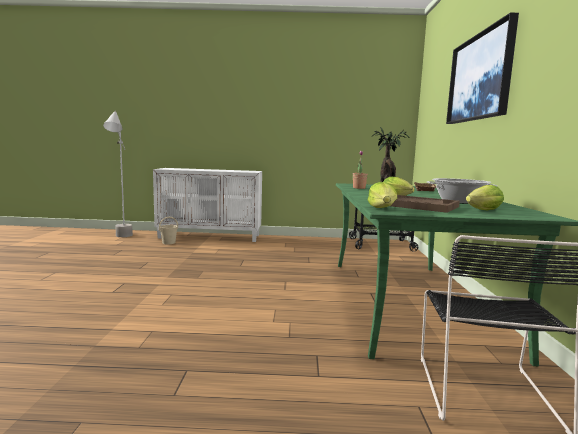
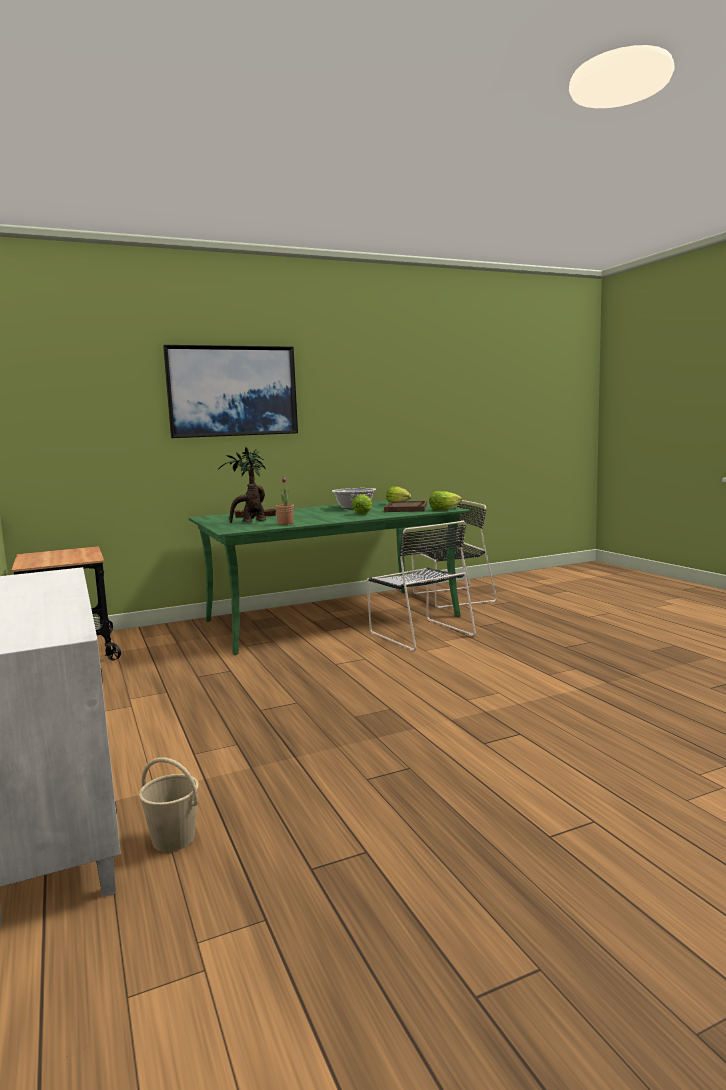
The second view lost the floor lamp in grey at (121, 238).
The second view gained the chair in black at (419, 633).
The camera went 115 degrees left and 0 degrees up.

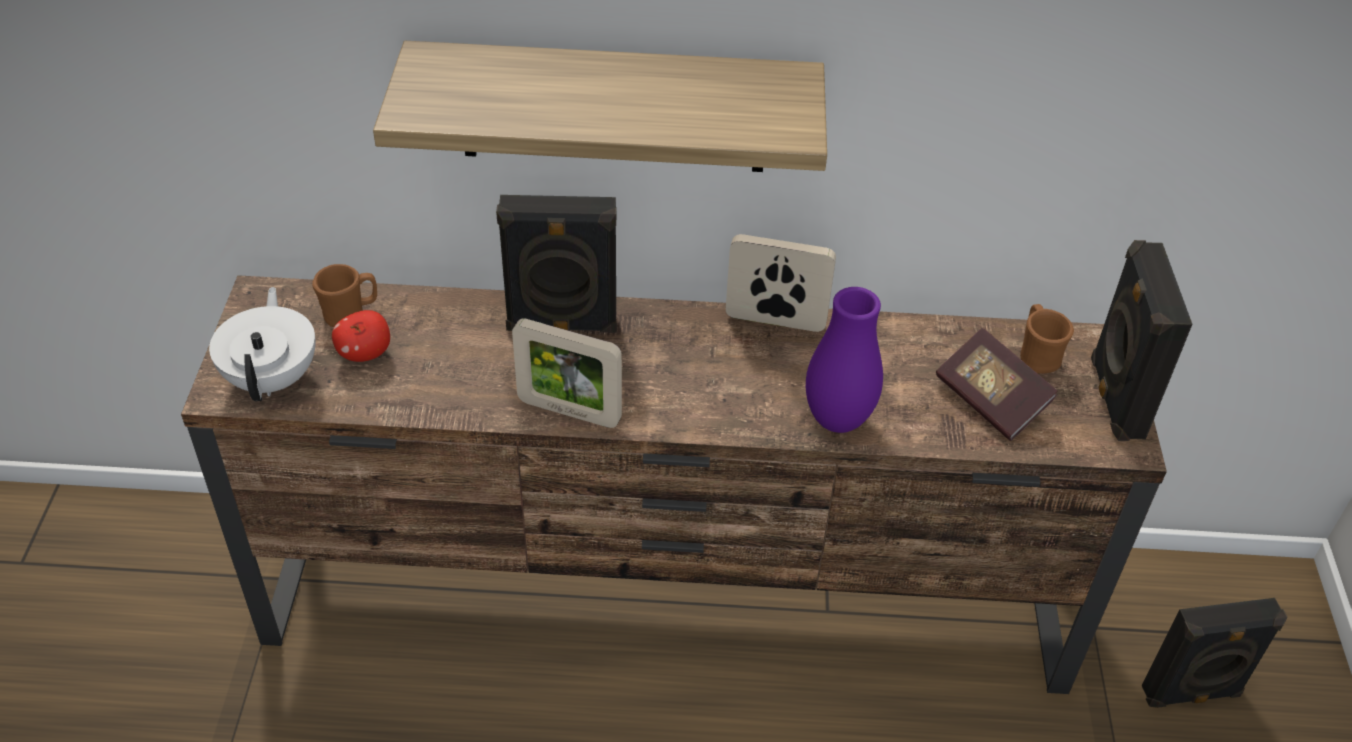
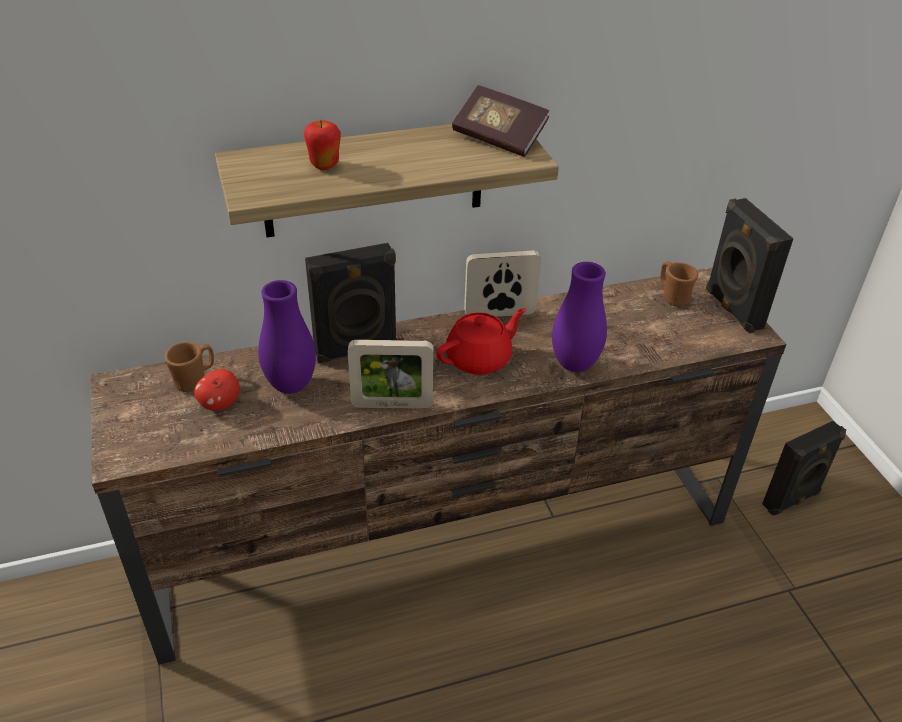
The second view lost the teapot in white at (273, 377).
The book ended up elsewhere, having gone from (991, 399) to (499, 138).
The second view gained the vase in purple at (291, 385).
The second view gained the apple at (324, 165).
The second view gained the teapot in red at (479, 359).
The camera went 20 degrees left and 5 degrees down.

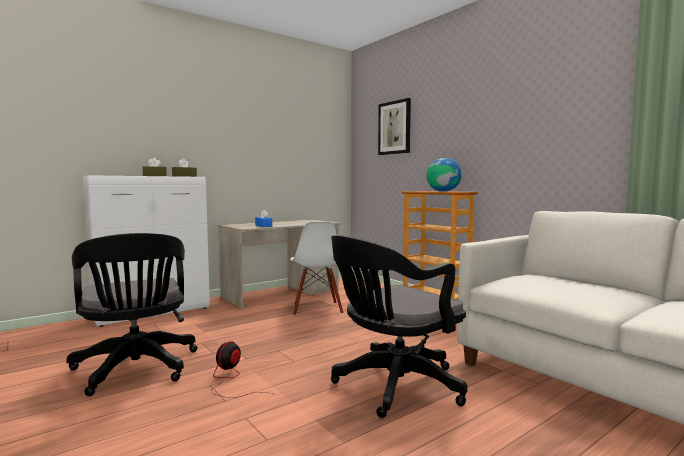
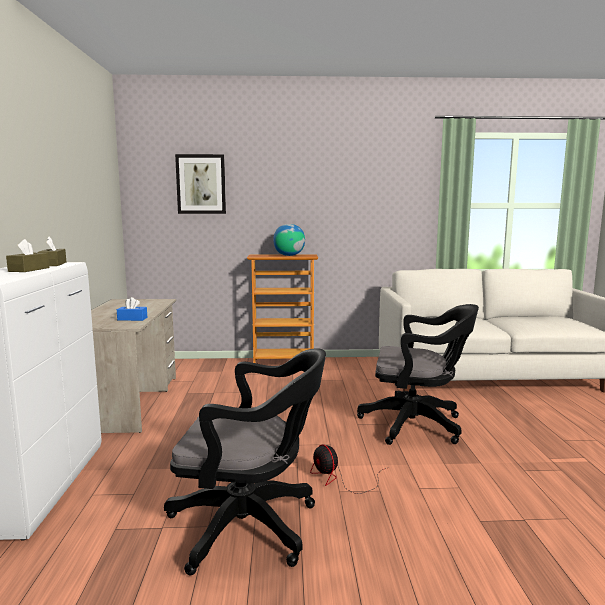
The second view lost the chair in white at (317, 309).
The office chair in black at (393, 387) ended up facing another way, 75 degrees counterclockwise from before.
The camera went 55 degrees left and 5 degrees up.

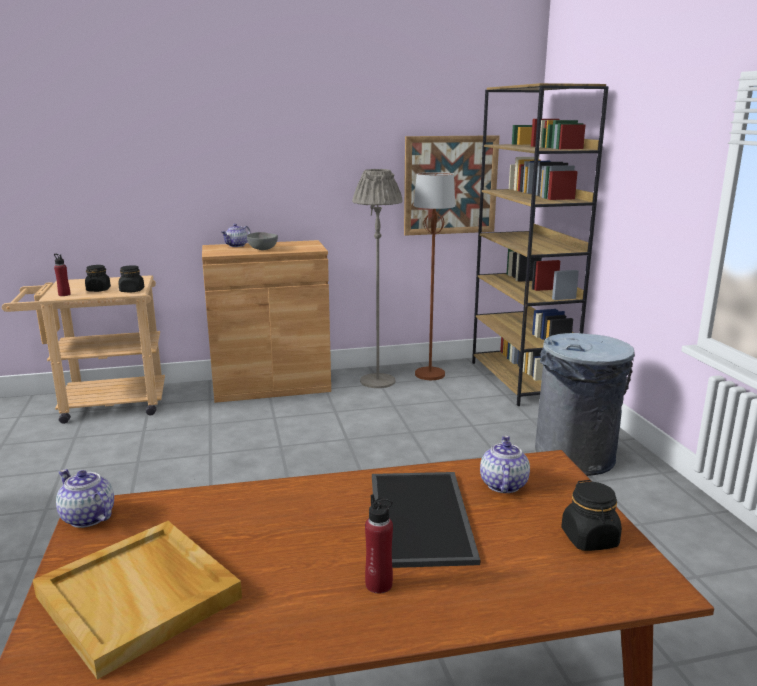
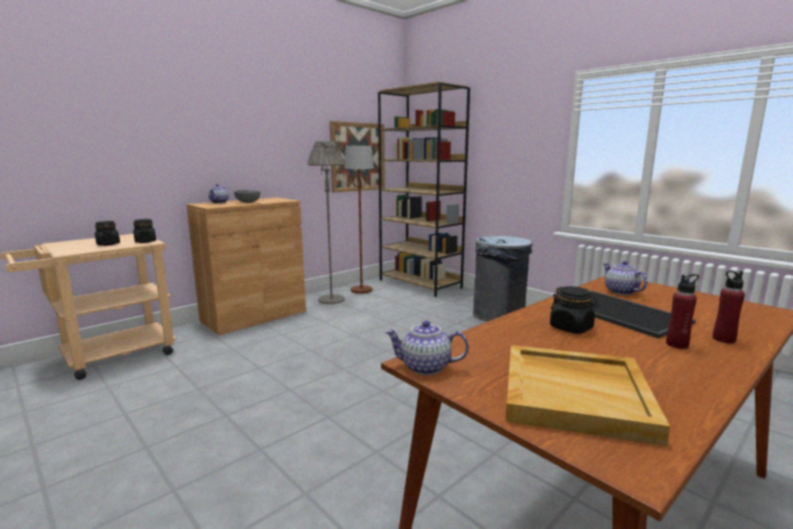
The bottle in red ended up elsewhere, having gone from (64, 294) to (723, 339).
The jar in black ended up elsewhere, having gone from (589, 539) to (571, 328).
The camera went 30 degrees left and 5 degrees down.

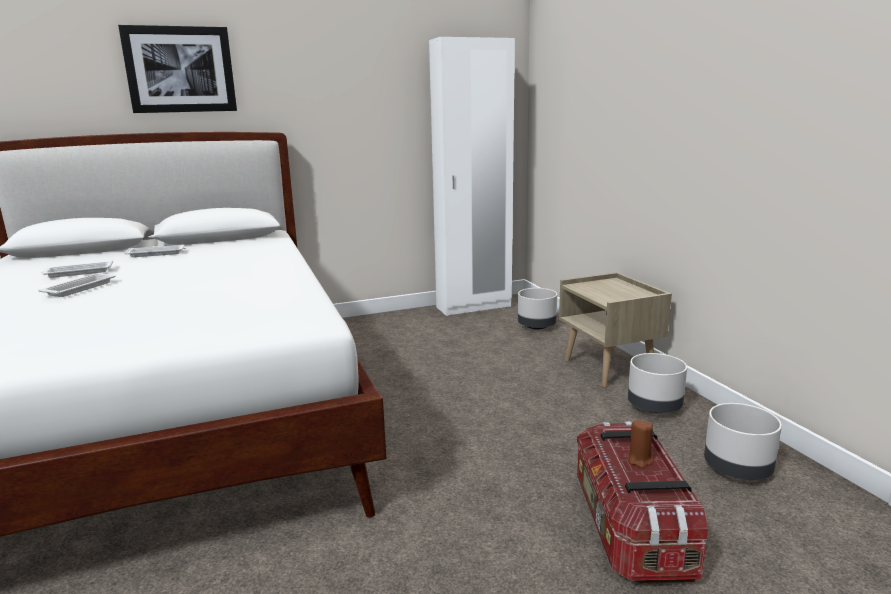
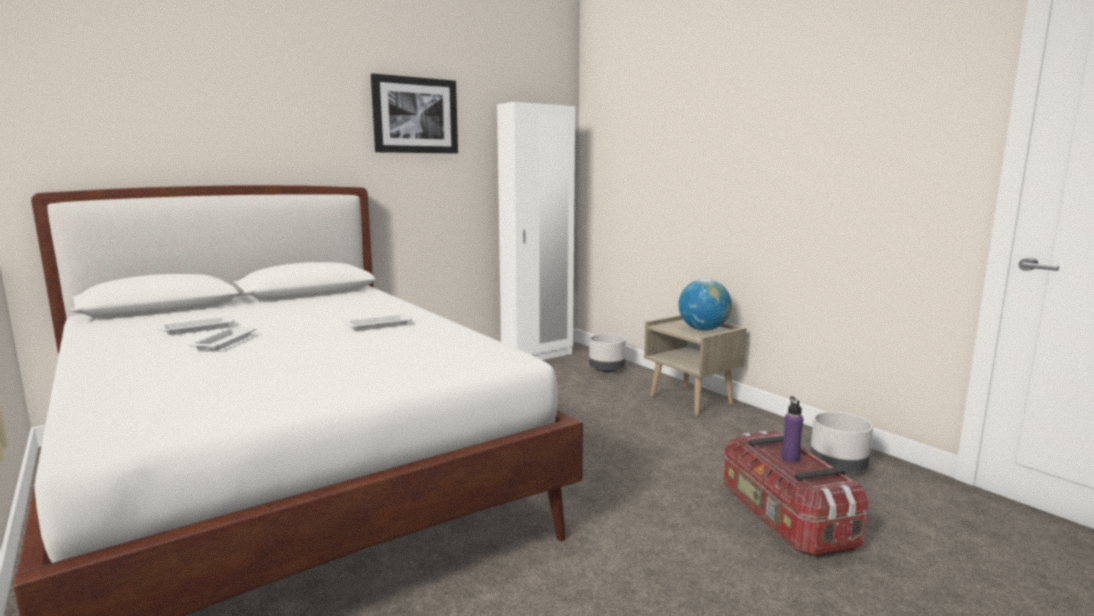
The picture ended up elsewhere, having gone from (180, 70) to (415, 115).
The tray in white ended up elsewhere, having gone from (157, 254) to (380, 325).
Where the candle in brown stood at (639, 460), the bottle in purple came to stand at (790, 458).
The second view lost the planter in grey at (654, 407).
The second view gained the globe at (703, 329).
The camera went 15 degrees left and 5 degrees down.

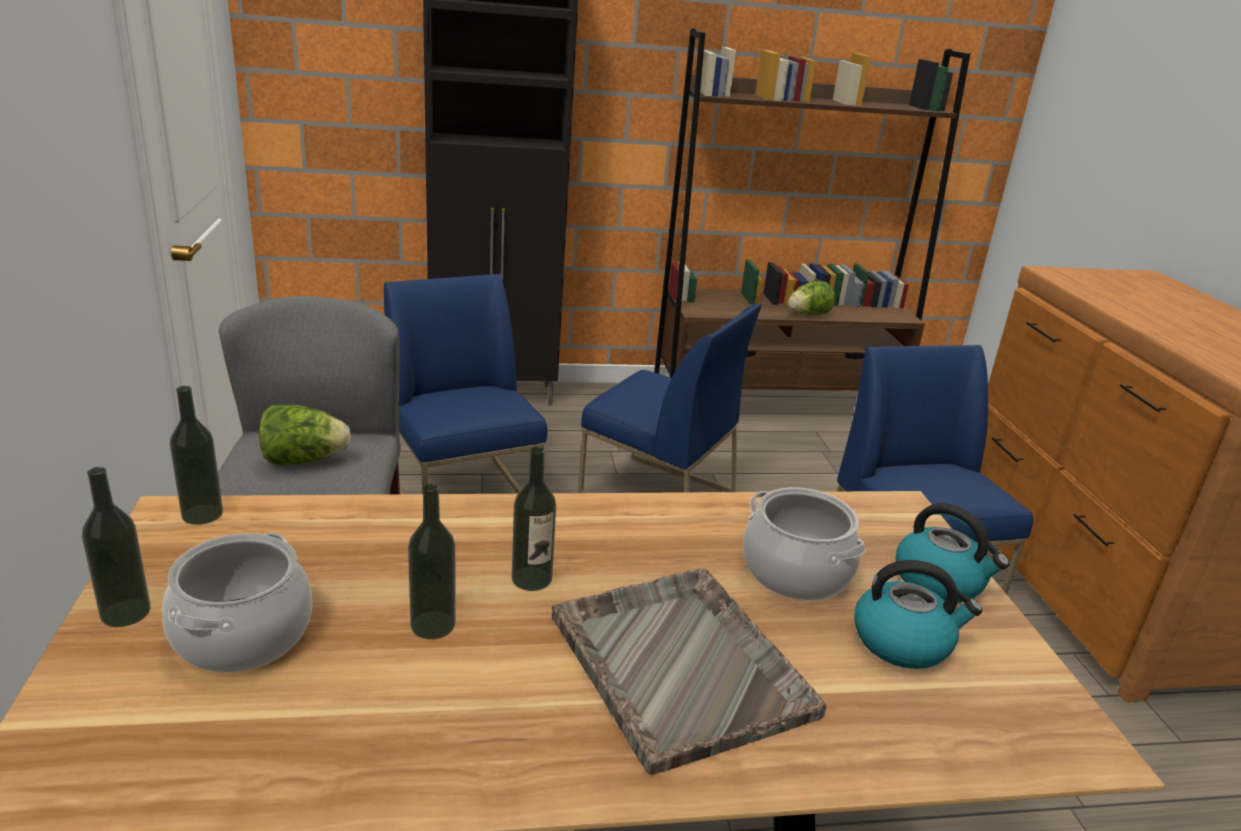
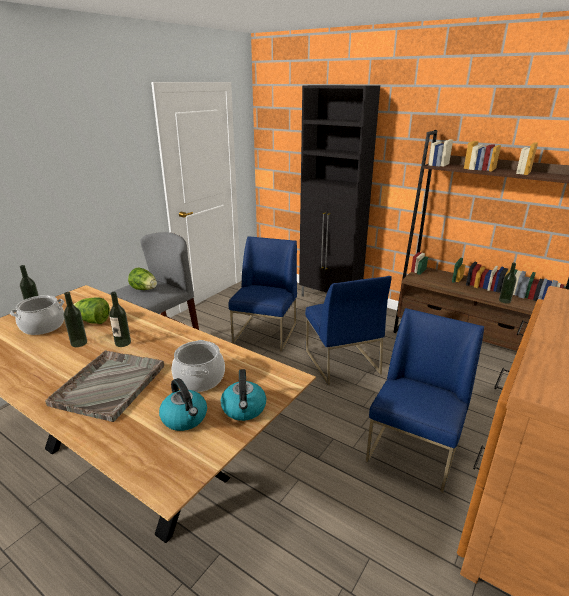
The bottle ended up elsewhere, having gone from (202, 514) to (504, 301).
The lettuce ended up elsewhere, having gone from (808, 315) to (92, 321).
The camera went 45 degrees right and 0 degrees up.

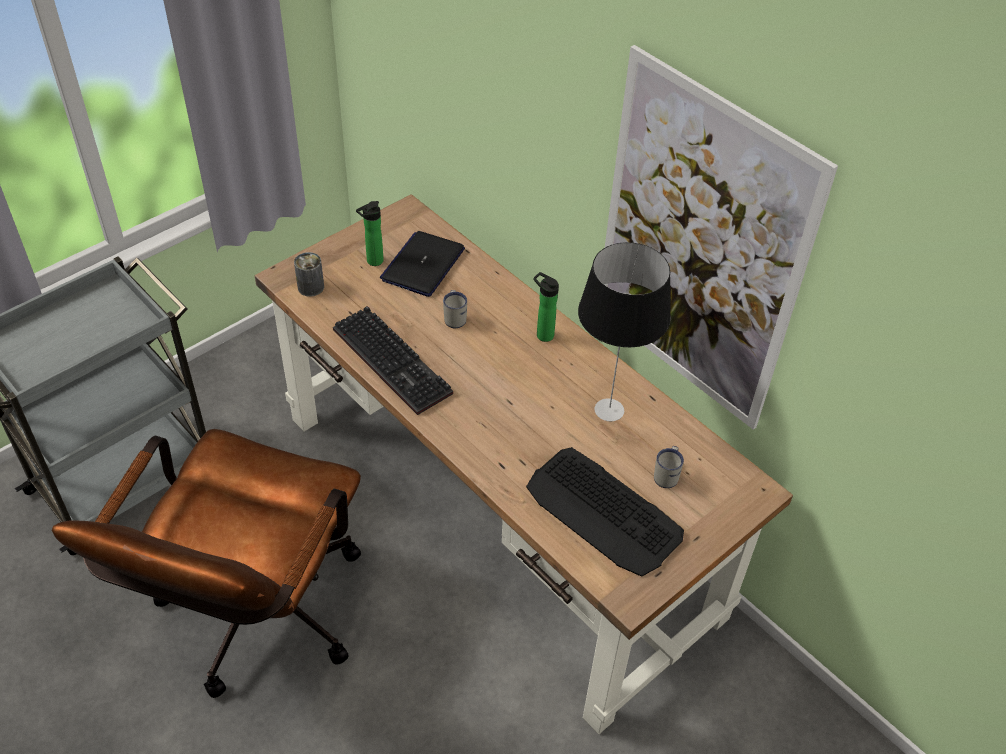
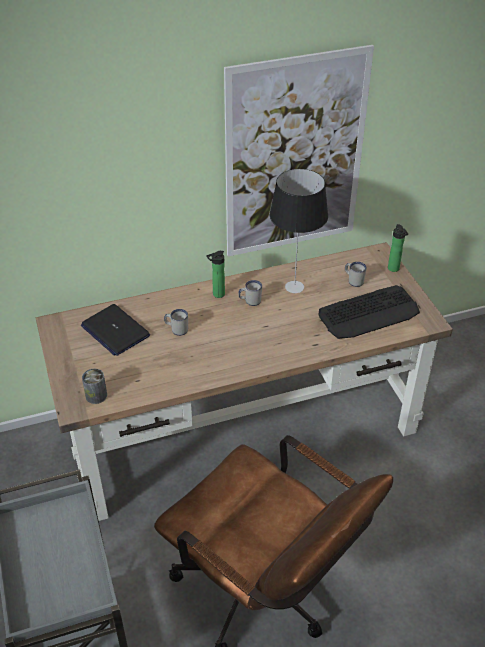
The second view lost the keyboard at (395, 361).
The bottle ended up elsewhere, having gone from (372, 262) to (394, 269).
The second view gained the mug in white at (250, 301).
The camera went 65 degrees left and 5 degrees down.

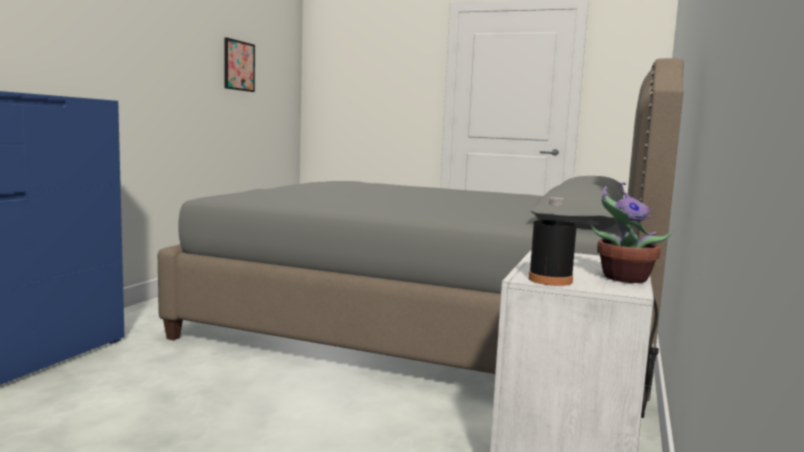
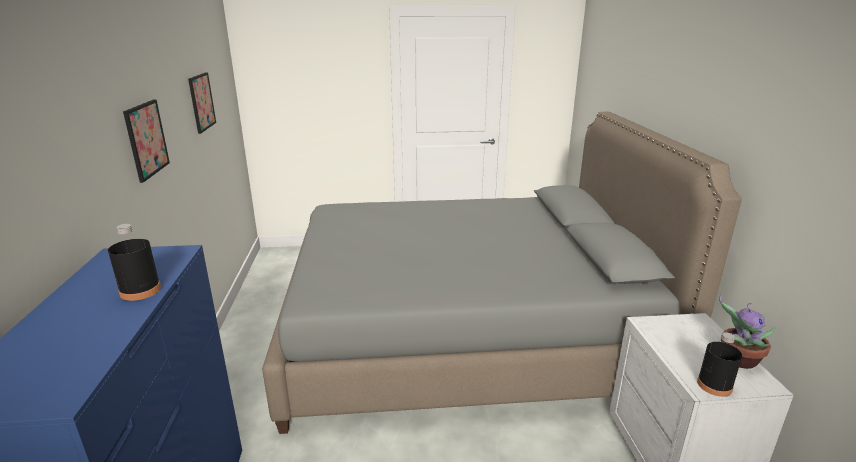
The second view gained the bottle in black at (140, 291).
The second view gained the picture at (146, 139).
The camera went 25 degrees left and 15 degrees up.

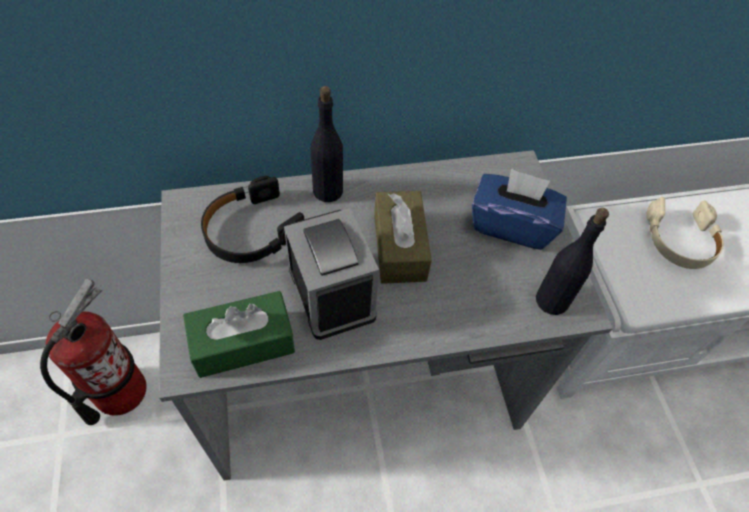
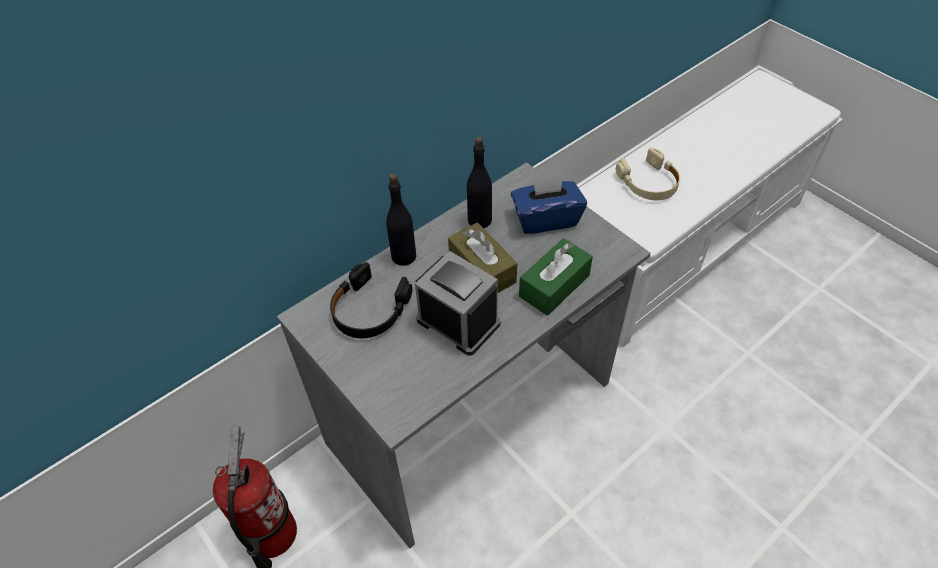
The tissue box in green ended up elsewhere, having gone from (243, 343) to (554, 285).
The bottle in black ended up elsewhere, having gone from (552, 300) to (479, 220).
The camera went 25 degrees left and 5 degrees down.

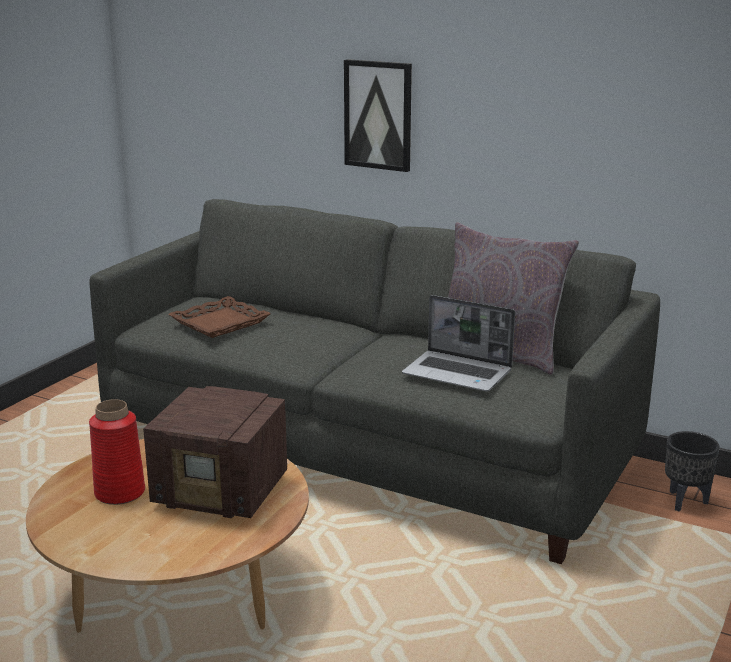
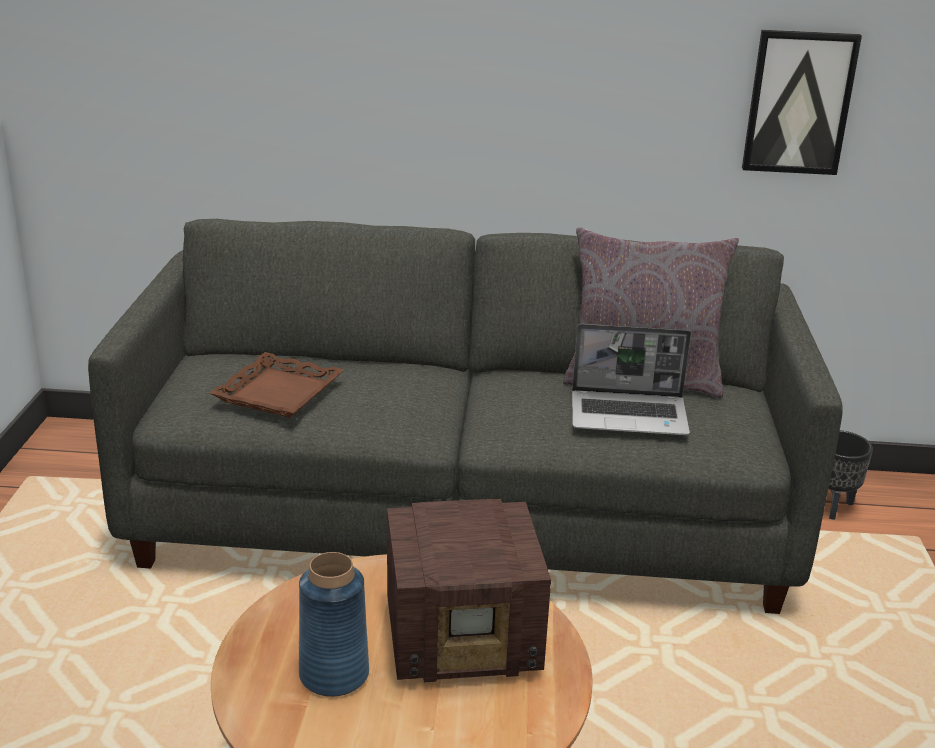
What was the vase in red at (119, 493) turned into the vase in blue at (333, 675).
The picture ended up elsewhere, having gone from (378, 115) to (799, 102).
The camera went 25 degrees left and 5 degrees up.

